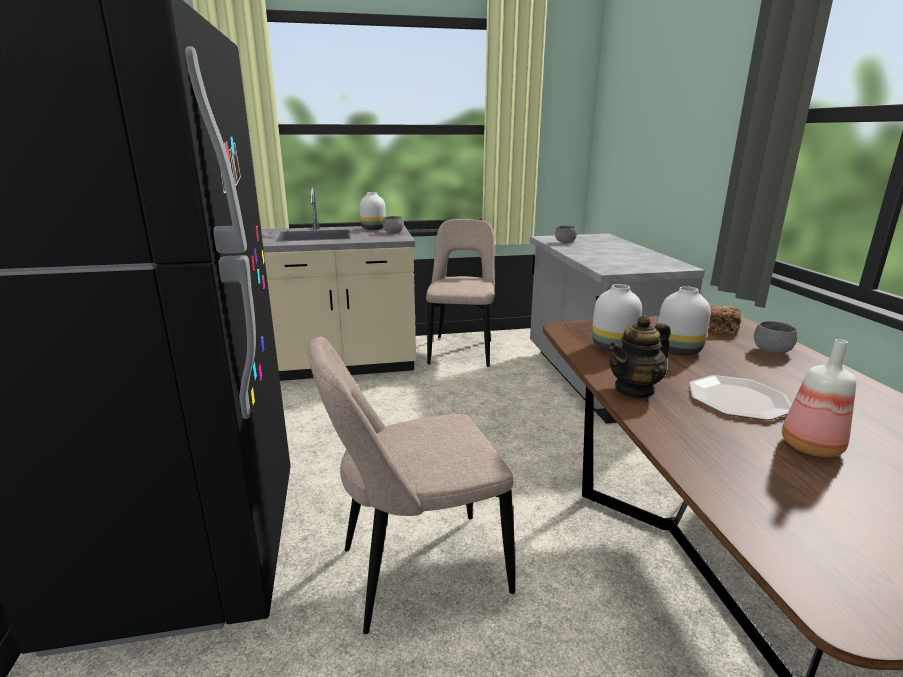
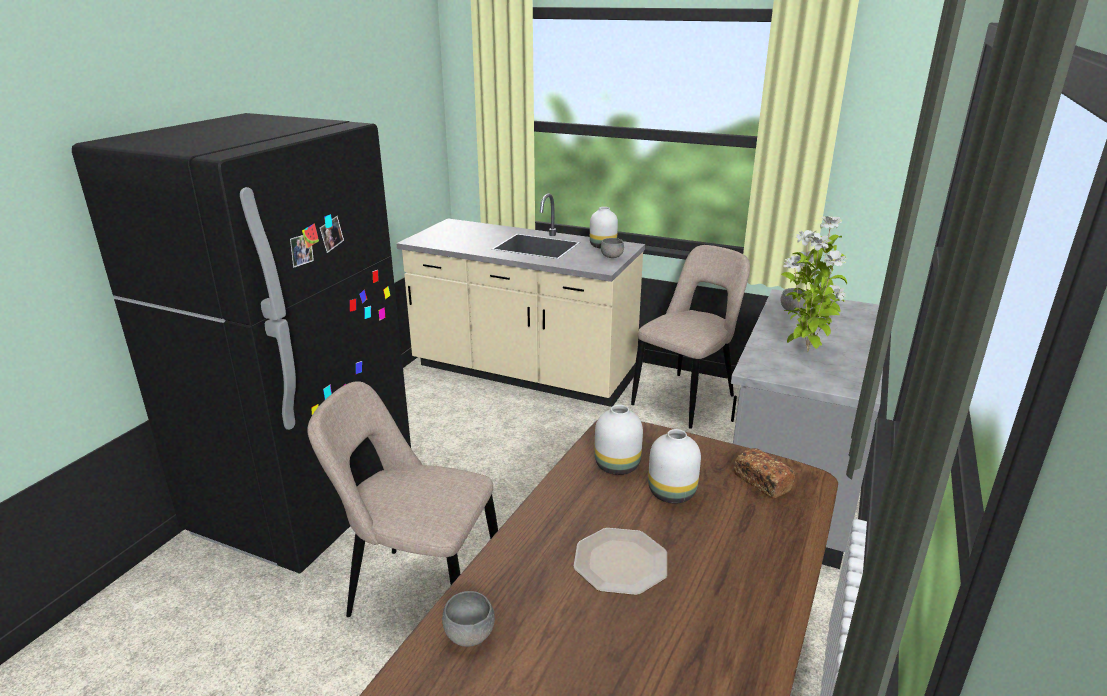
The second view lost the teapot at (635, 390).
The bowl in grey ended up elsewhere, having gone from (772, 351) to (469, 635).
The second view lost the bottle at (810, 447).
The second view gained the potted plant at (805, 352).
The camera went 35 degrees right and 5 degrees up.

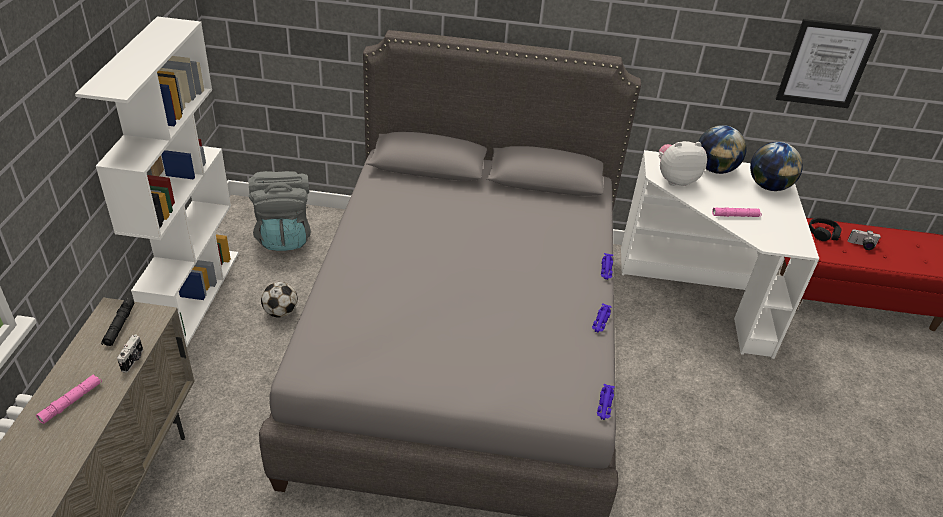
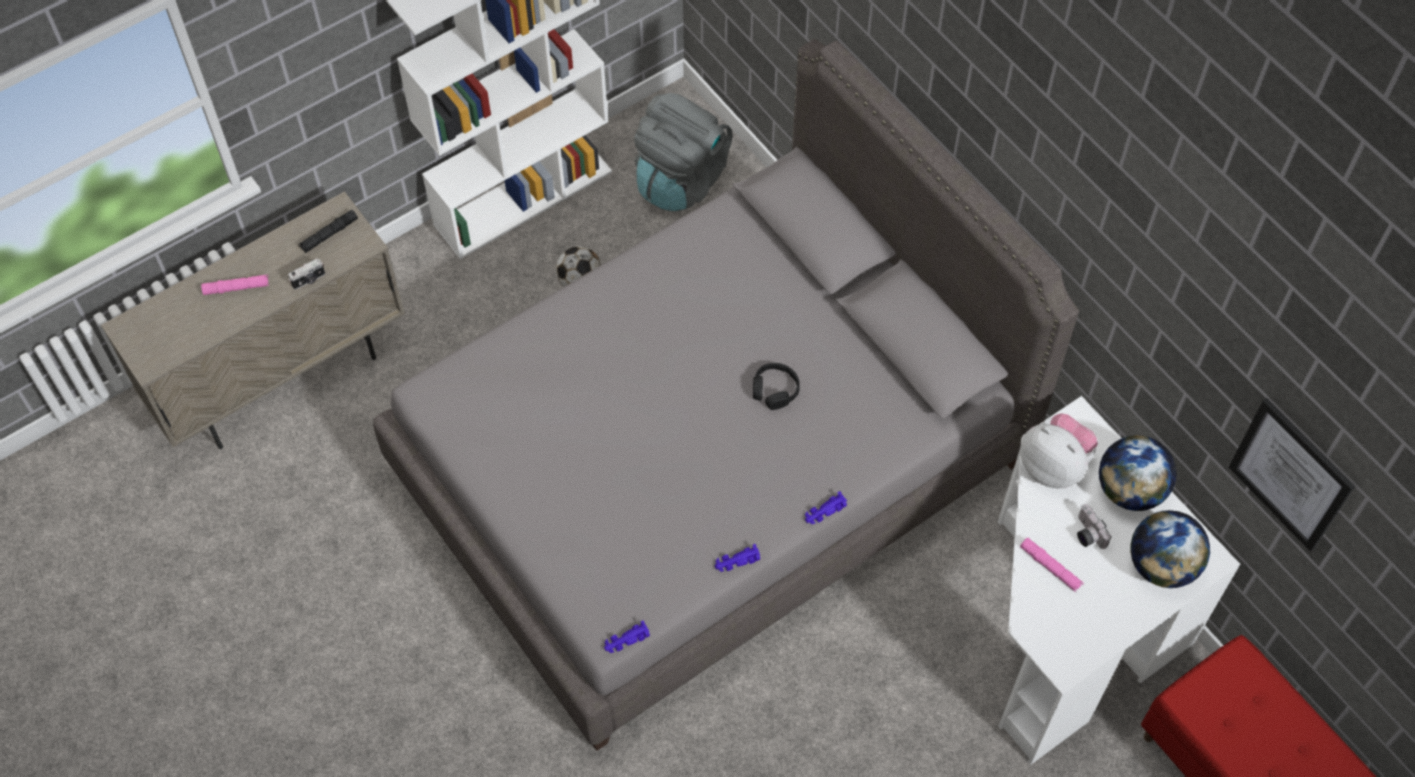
The headphones in black ended up elsewhere, having gone from (822, 233) to (774, 390).
The photo camera ended up elsewhere, having gone from (862, 245) to (1087, 534).
The camera went 50 degrees right and 20 degrees up.

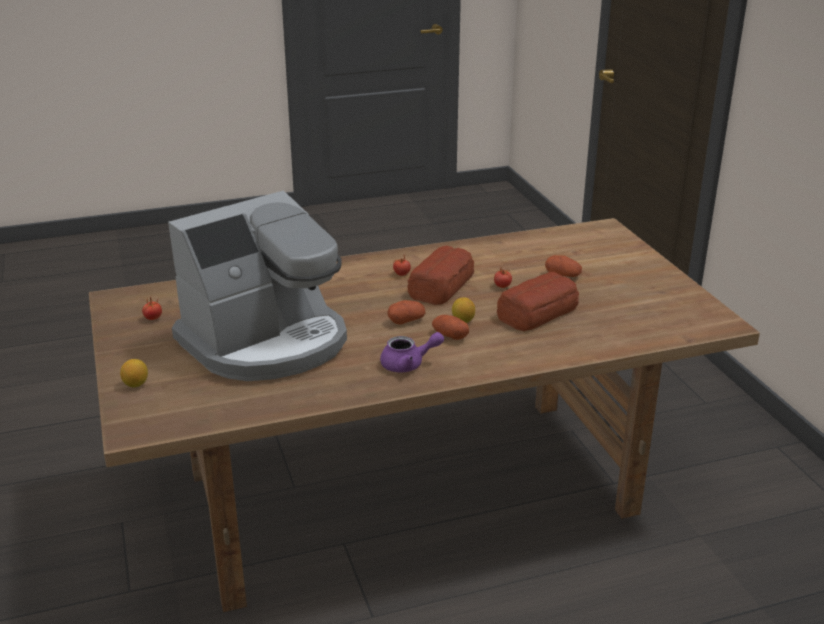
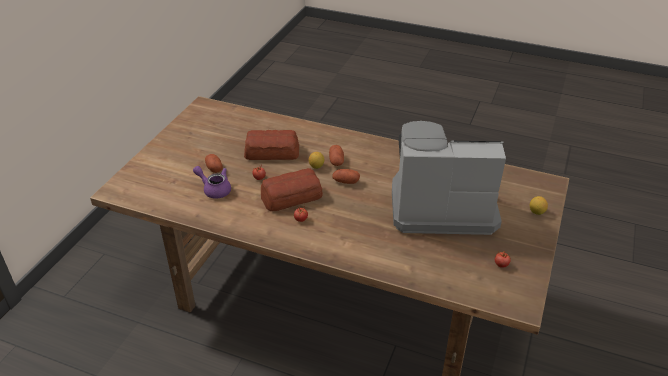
The teapot in purple ended up elsewhere, having gone from (408, 364) to (214, 189).
The camera went 140 degrees left and 10 degrees up.

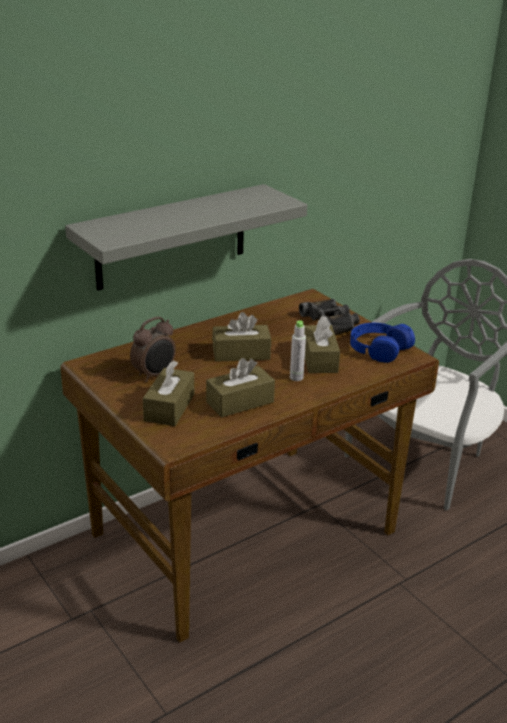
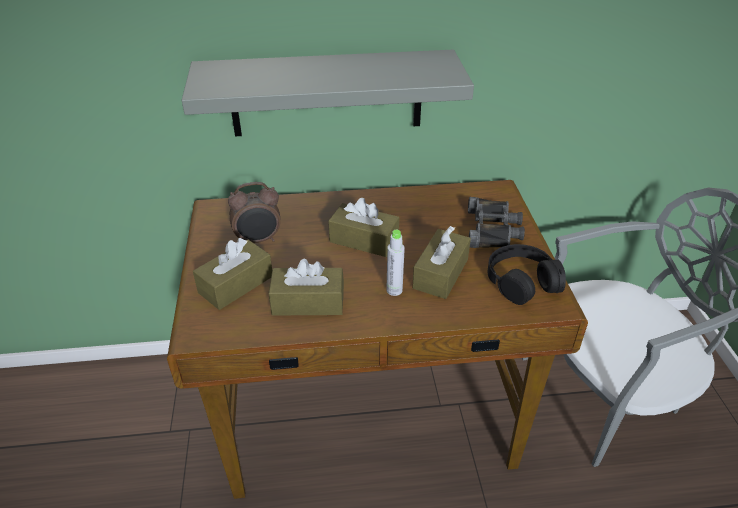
What was the headphones in blue at (379, 348) turned into the headphones in black at (522, 281).
The camera went 30 degrees right and 10 degrees up.

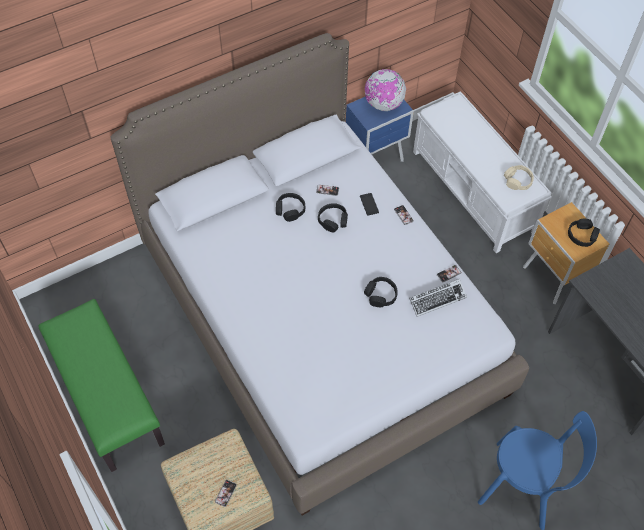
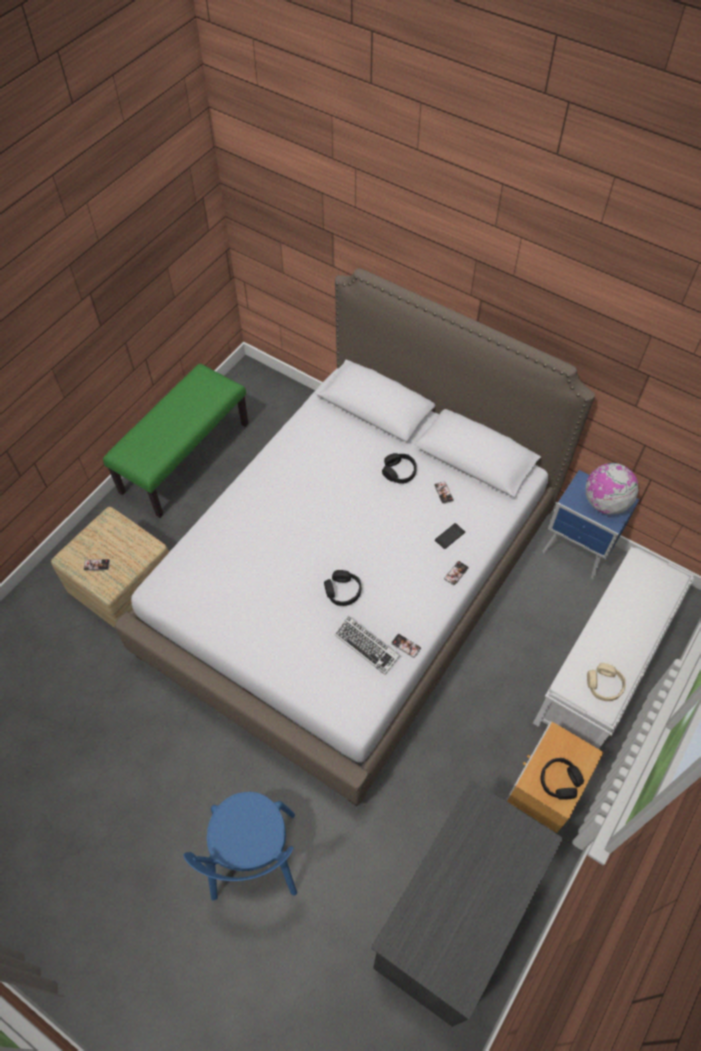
The second view lost the headphones in black at (333, 220).
The camera went 65 degrees right and 0 degrees up.

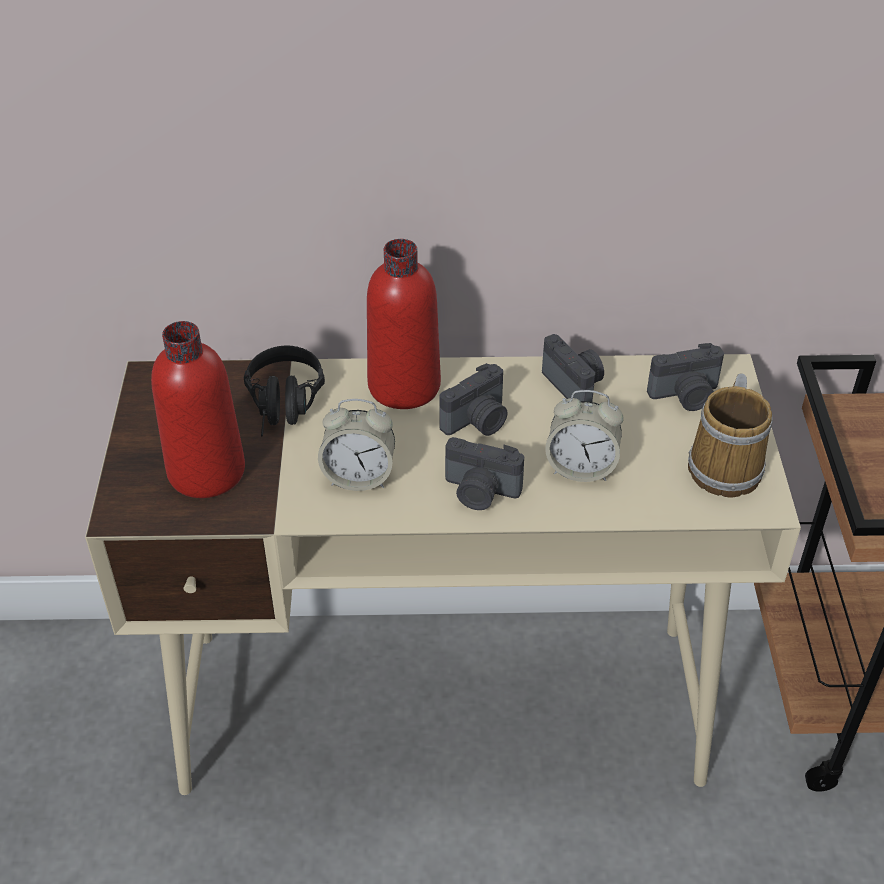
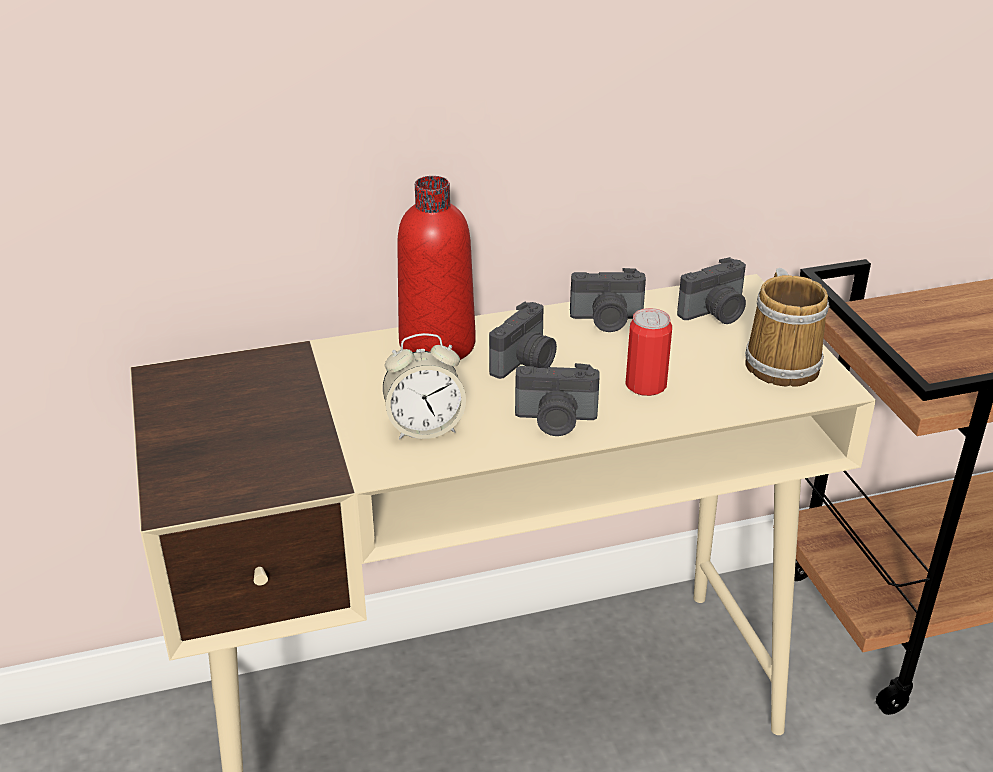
The second view lost the bottle in red at (206, 471).
The second view lost the headphones in black at (285, 408).
The photo camera at (575, 385) ended up facing another way, 135 degrees clockwise from before.
Where the alarm clock stood at (581, 468), the can came to stand at (645, 385).
The camera went 15 degrees left and 10 degrees down.

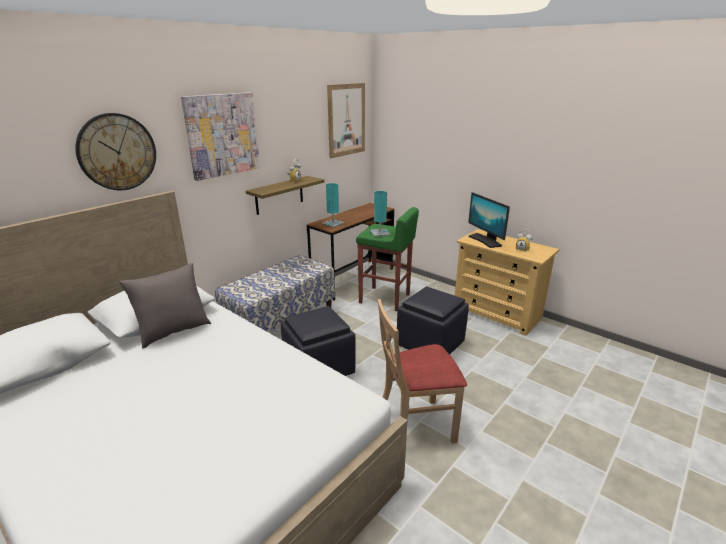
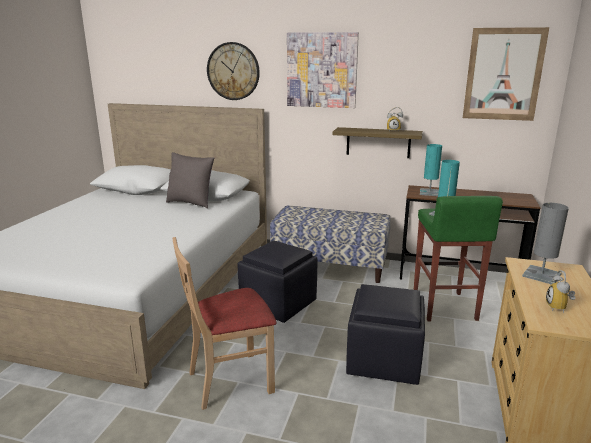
The chair in beige at (416, 425) ended up facing another way, 75 degrees counterclockwise from before.
Where the monitor stood at (485, 241), the table lamp in grey came to stand at (541, 275).
The camera went 65 degrees right and 5 degrees down.

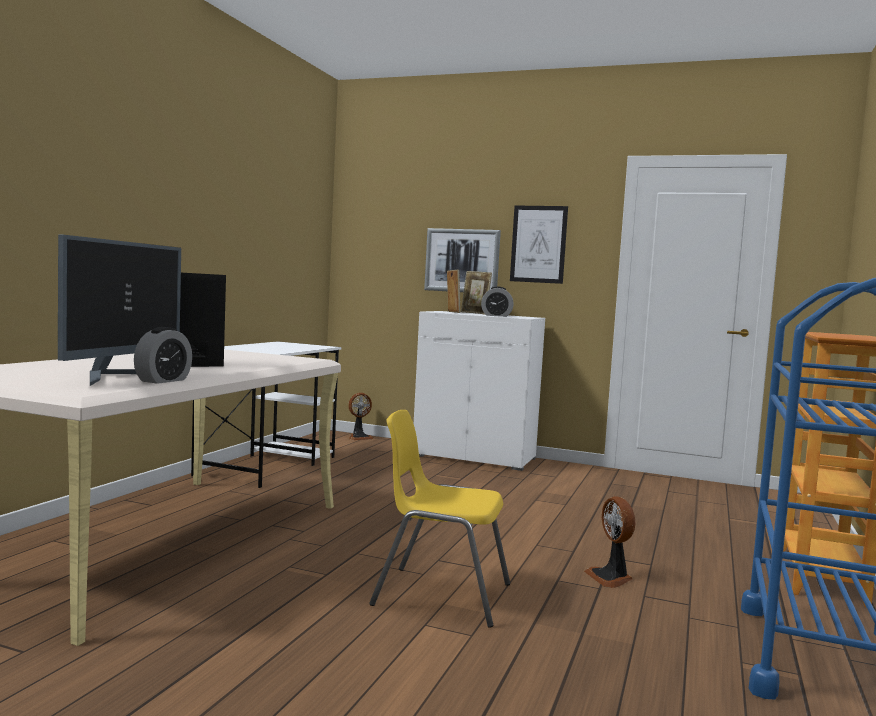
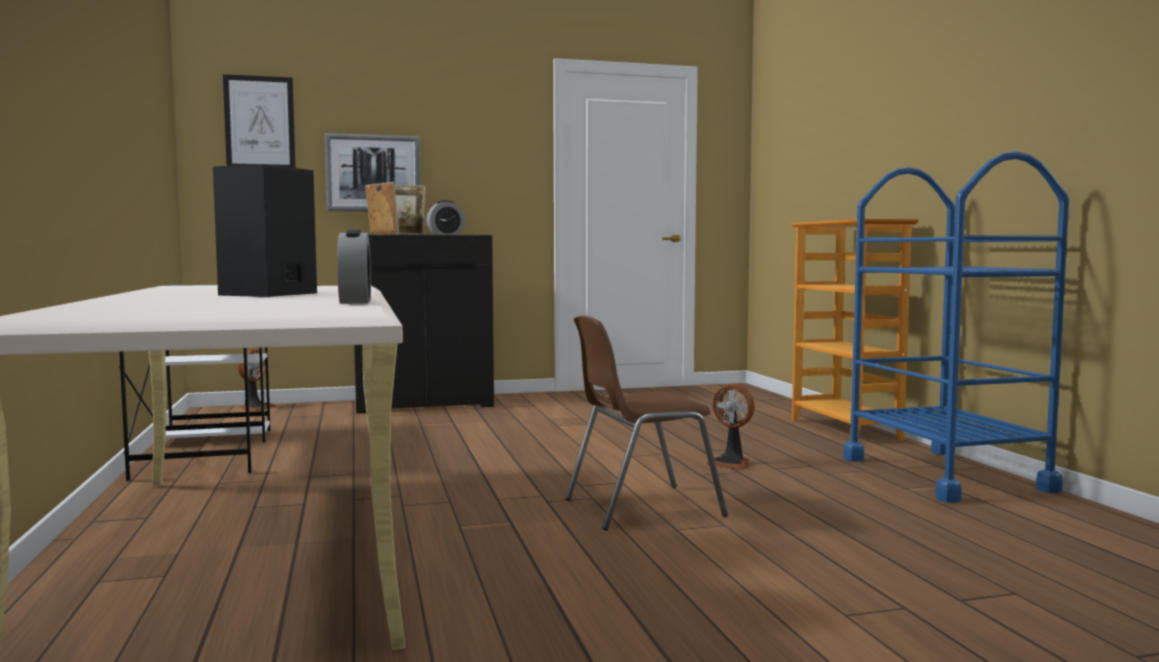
The second view lost the monitor at (119, 377).
What was the chair in yellow at (440, 594) turned into the chair in brown at (640, 507).
What was the cabinet in white at (475, 457) turned into the cabinet in black at (424, 403).
The picture ended up elsewhere, having gone from (538, 244) to (259, 123).
The camera went 35 degrees left and 0 degrees up.

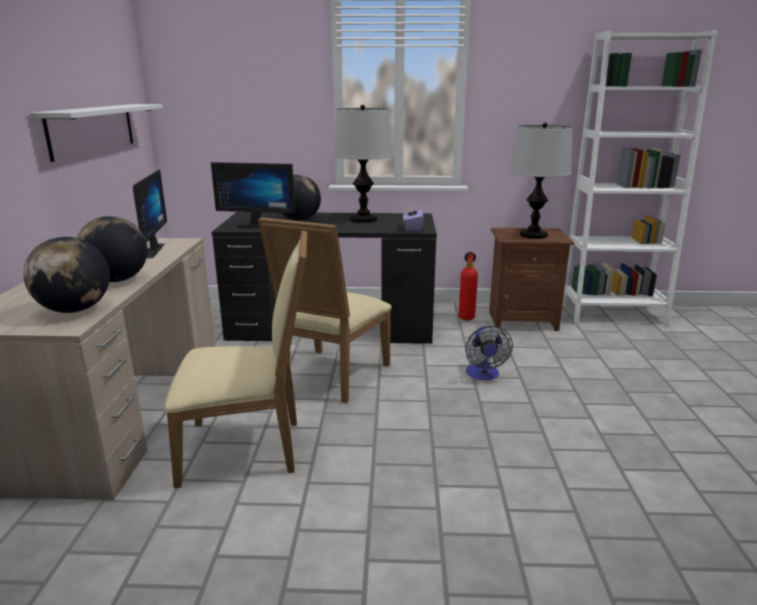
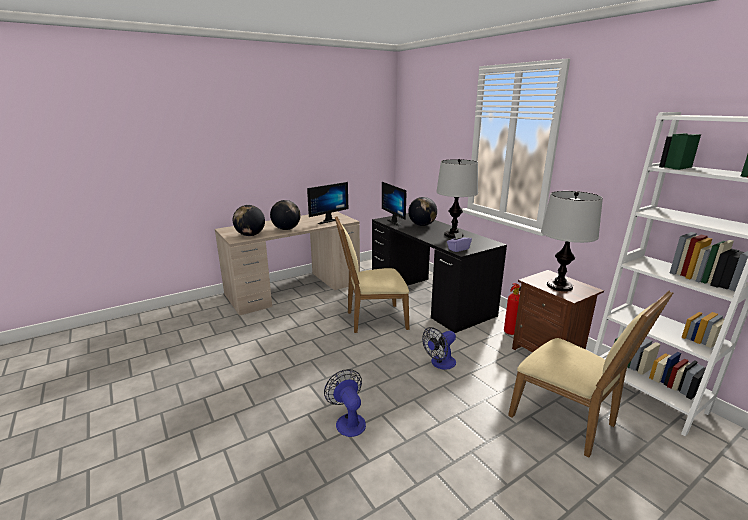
The second view lost the shelf in white at (93, 129).
The chair in beige ended up elsewhere, having gone from (249, 448) to (568, 421).
The second view gained the fan at (348, 421).
The camera went 55 degrees right and 0 degrees up.

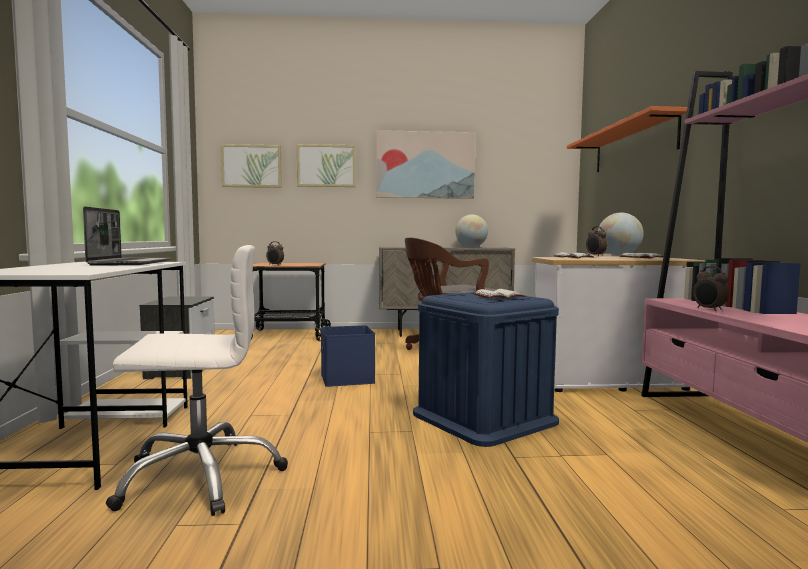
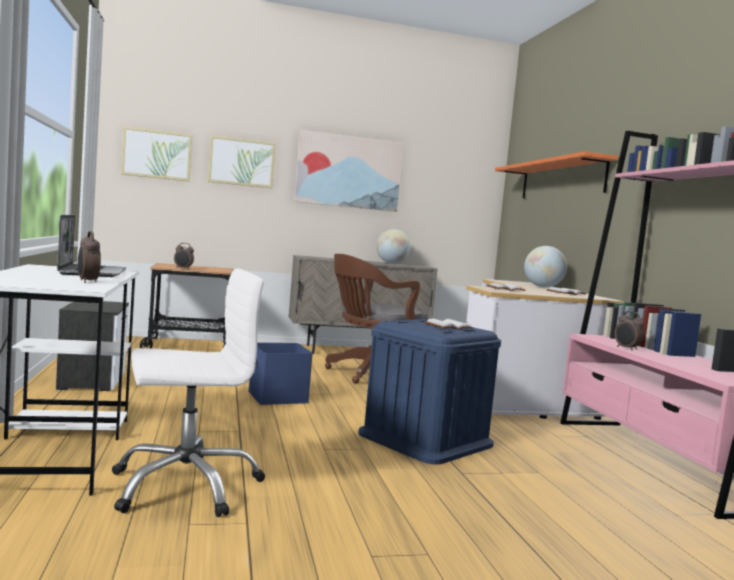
The alarm clock ended up elsewhere, having gone from (595, 255) to (87, 281).
The camera went 10 degrees left and 0 degrees up.

